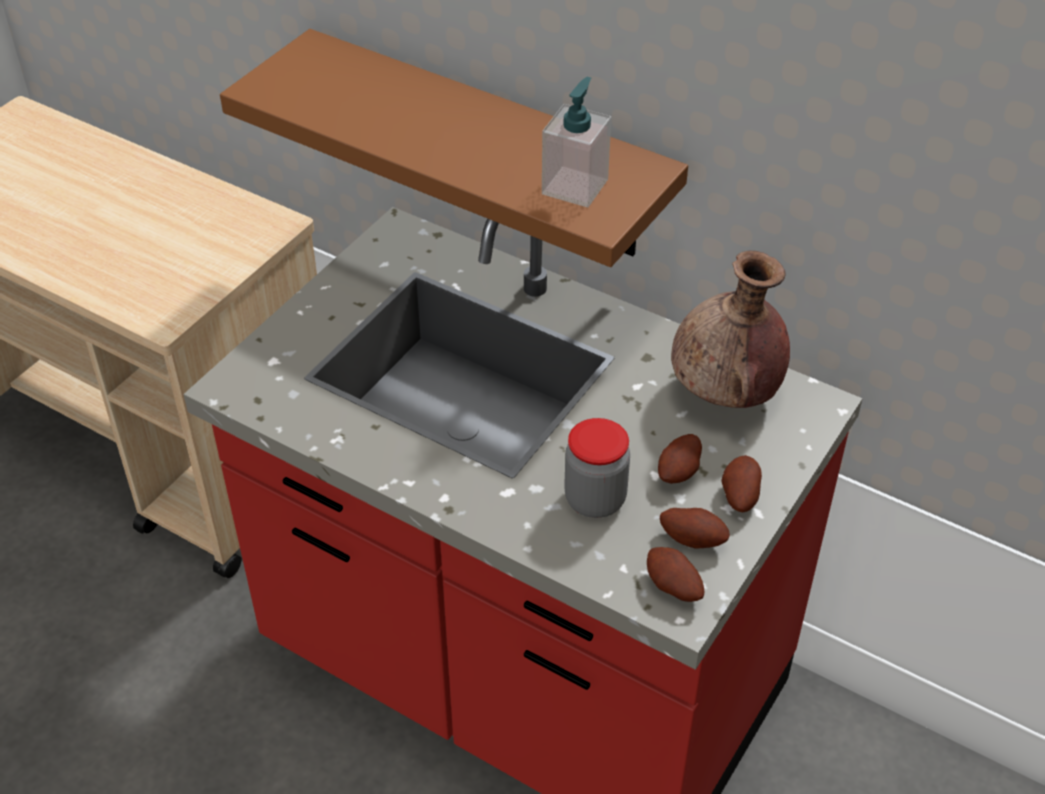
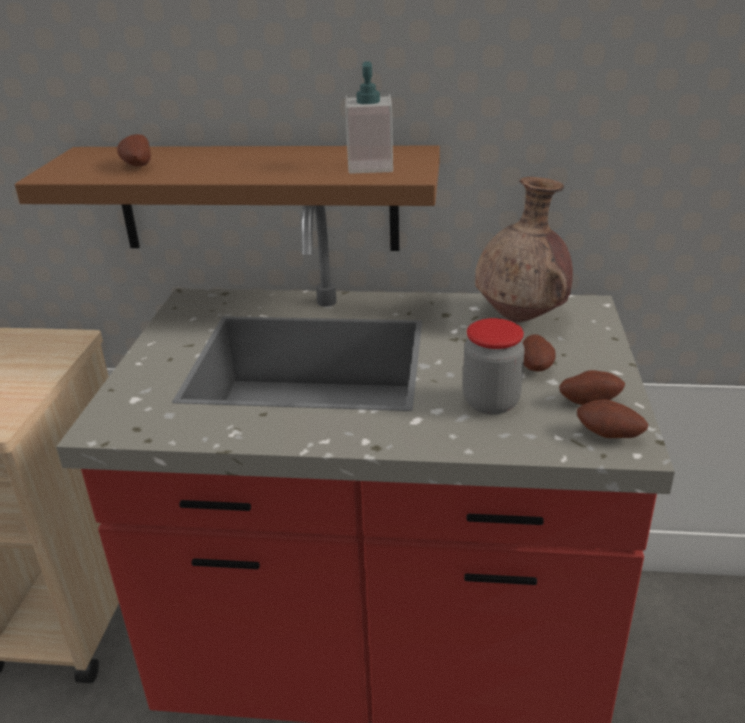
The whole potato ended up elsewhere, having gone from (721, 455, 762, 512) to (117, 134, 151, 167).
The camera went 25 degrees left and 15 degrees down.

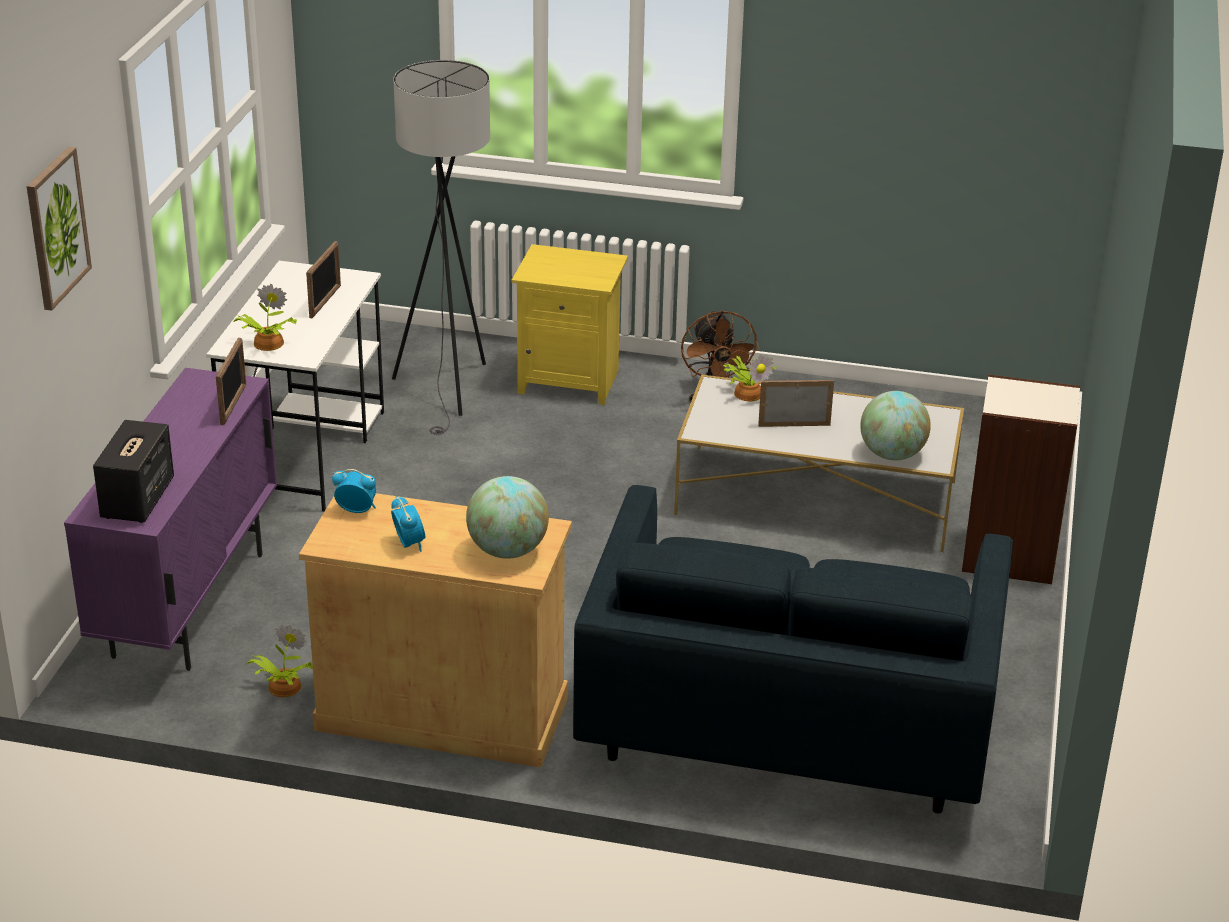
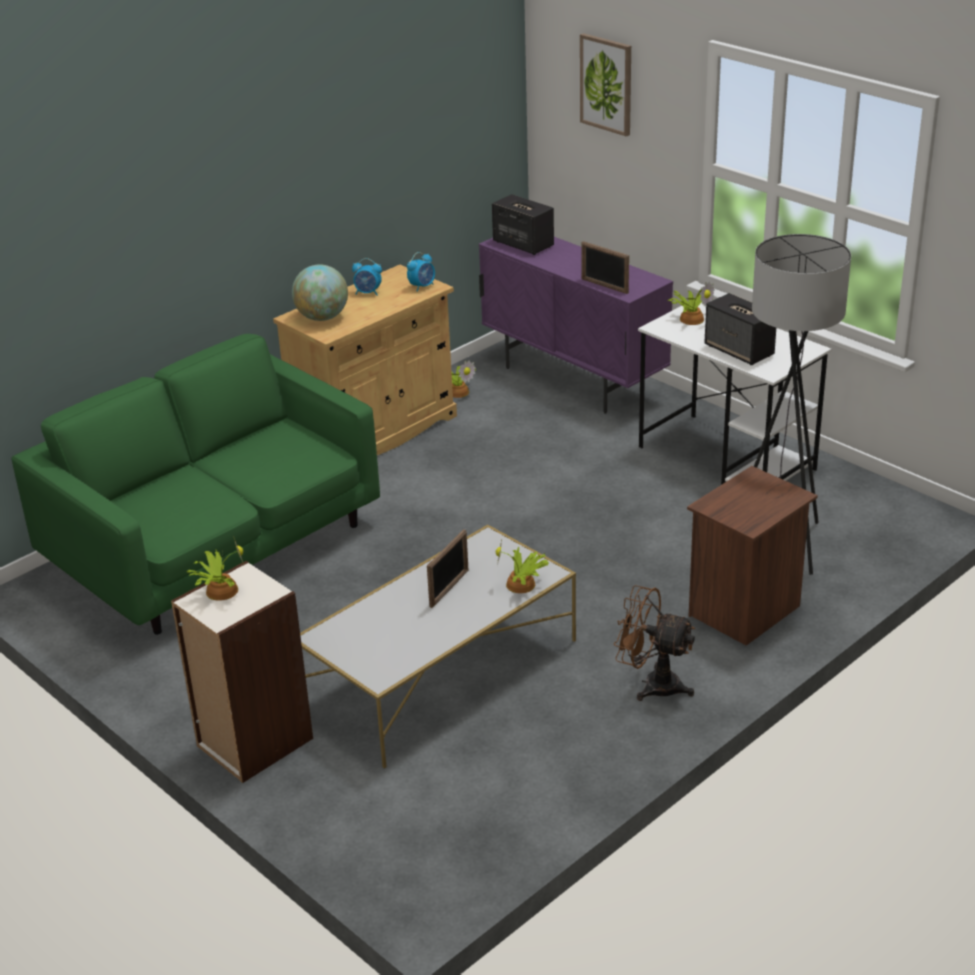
What was the blue settee at (573, 485, 1013, 813) turned into the green-coloured settee at (11, 334, 380, 635).
The second view gained the potted plant at (187, 536, 244, 601).
What was the yellow night table at (512, 244, 628, 405) turned into the brown night table at (687, 466, 818, 646).
Where the standing frame stood at (306, 241, 341, 318), the audio speaker came to stand at (704, 293, 776, 365).
The second view lost the desk globe at (860, 391, 931, 460).
The camera went 125 degrees right and 0 degrees up.

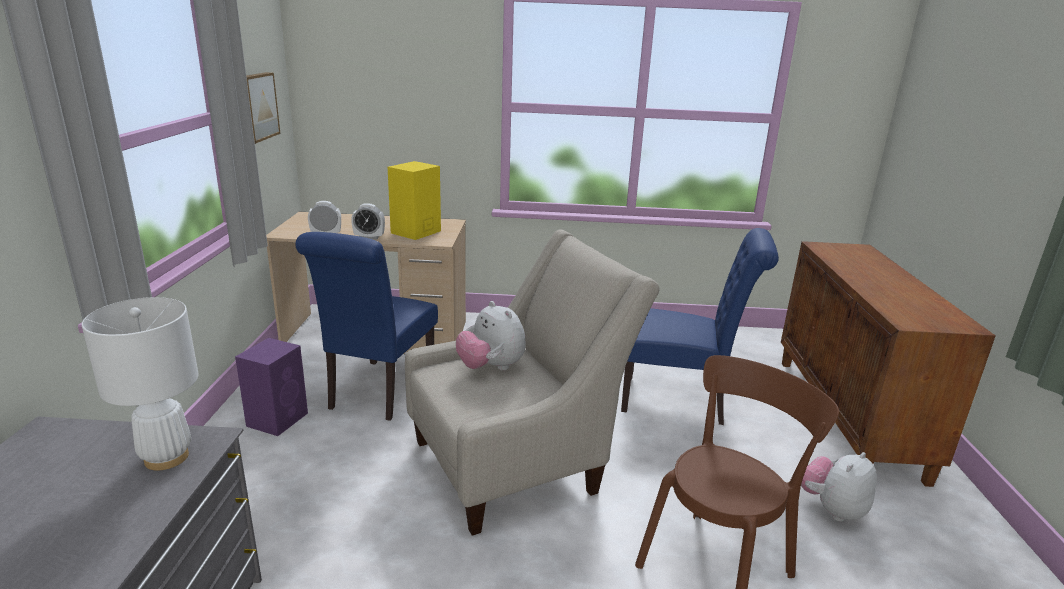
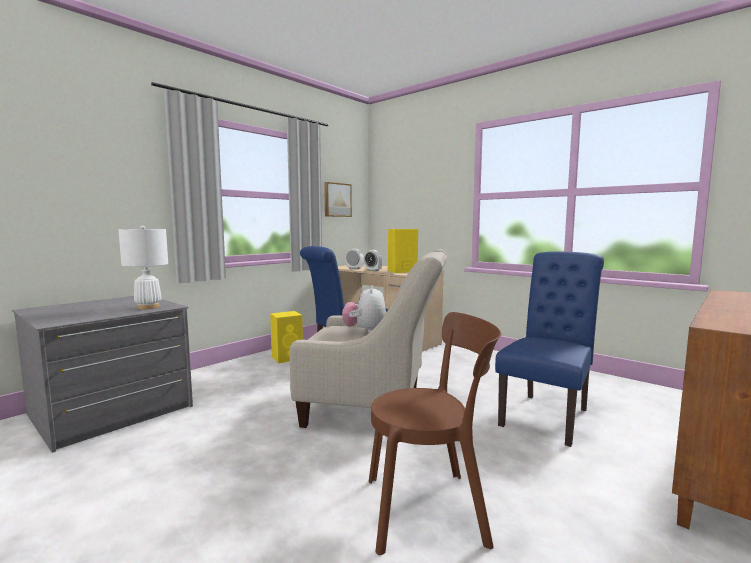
What was the purple-coloured audio speaker at (235, 338, 308, 436) turned into the yellow audio speaker at (270, 311, 303, 364).
The blue chair at (621, 228, 779, 425) ended up facing another way, 105 degrees counterclockwise from before.
The second view lost the cuddly toy at (801, 452, 877, 522).
The camera went 40 degrees right and 15 degrees down.

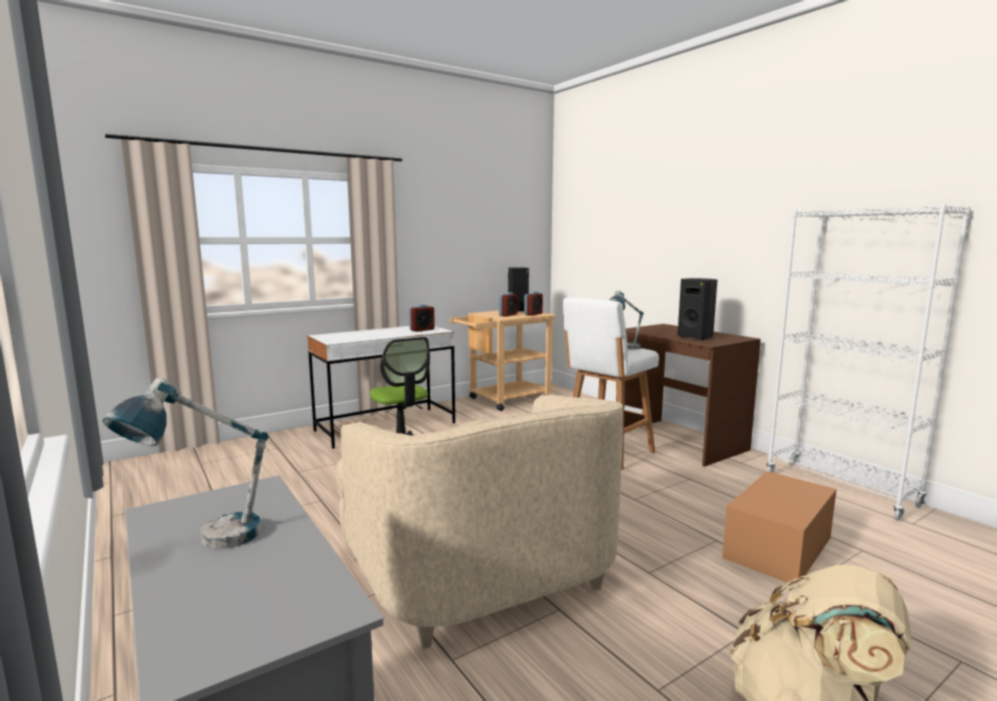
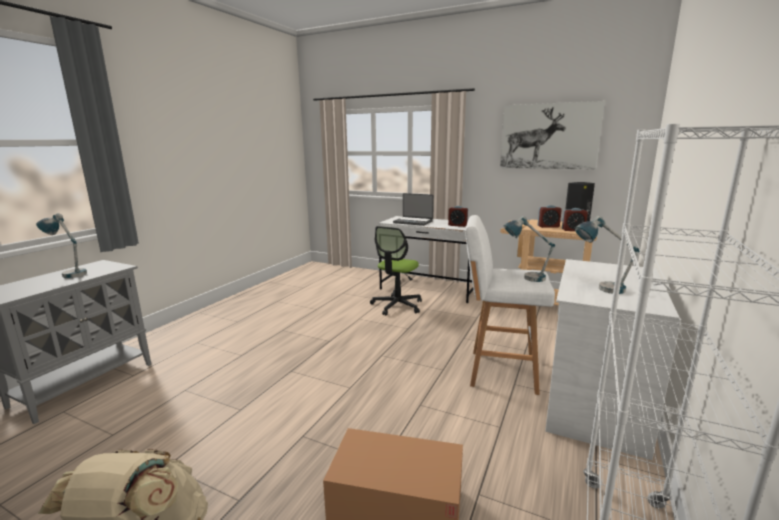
The second view gained the notebook computer at (393, 193, 434, 226).
The second view gained the wall art at (500, 101, 605, 170).
What was the brown desk table at (624, 324, 761, 467) turned into the whitish desk table at (545, 259, 681, 460).
Where the blackish audio speaker stood at (678, 278, 717, 340), the lamp for a table came to stand at (575, 216, 640, 294).
The second view lost the beige lounge chair at (336, 394, 623, 649).
The camera went 60 degrees right and 5 degrees up.

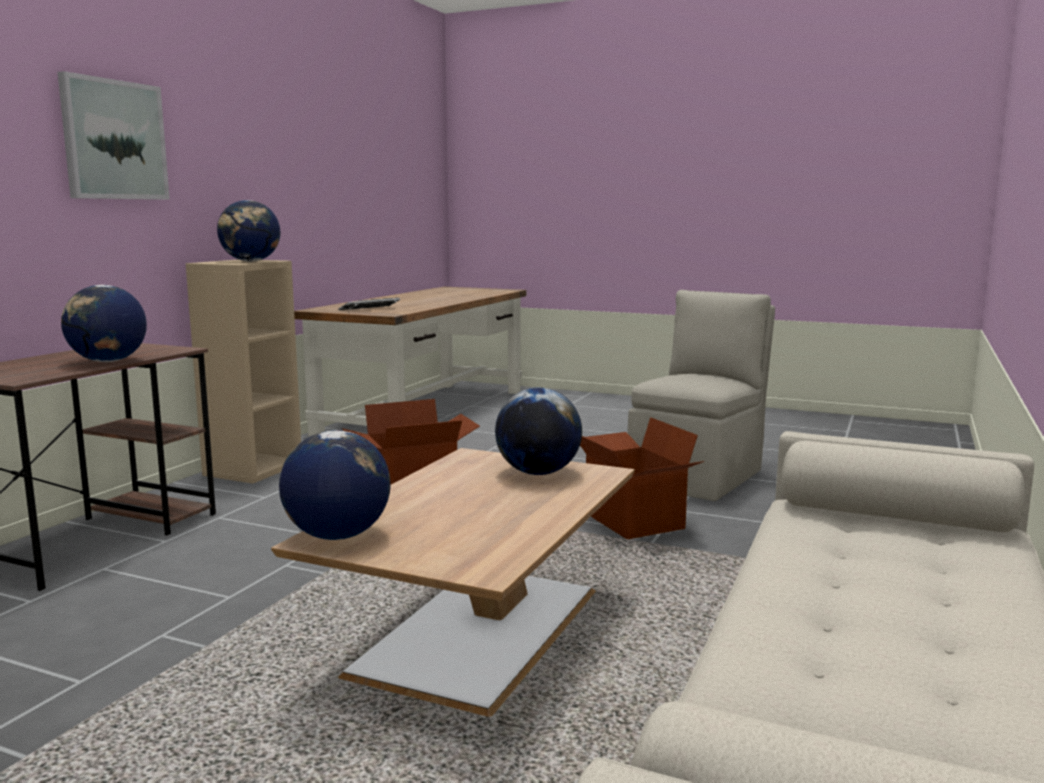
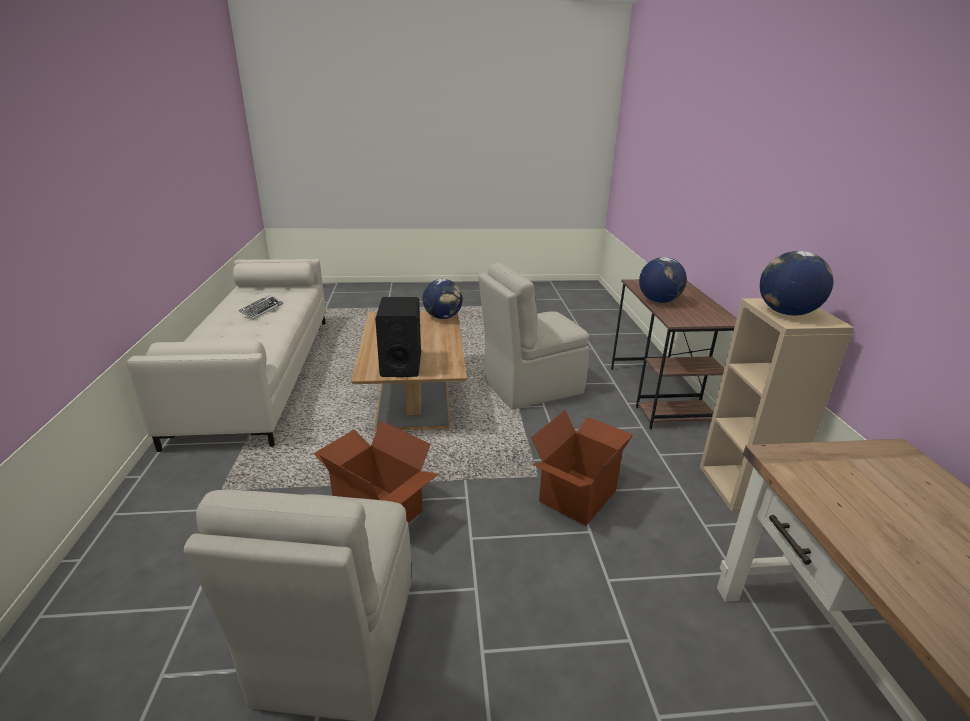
The PC keyboard ended up elsewhere, having gone from (338, 297, 400, 310) to (239, 295, 283, 319).
Where the desk globe stood at (495, 388, 582, 475), the blackish audio speaker came to stand at (375, 297, 421, 377).
The second view gained the beige chair at (478, 263, 590, 409).
The second view lost the wall art at (57, 71, 170, 200).
The camera went 150 degrees right and 15 degrees up.

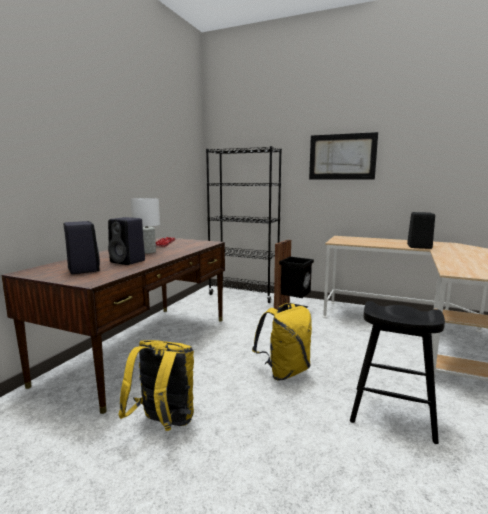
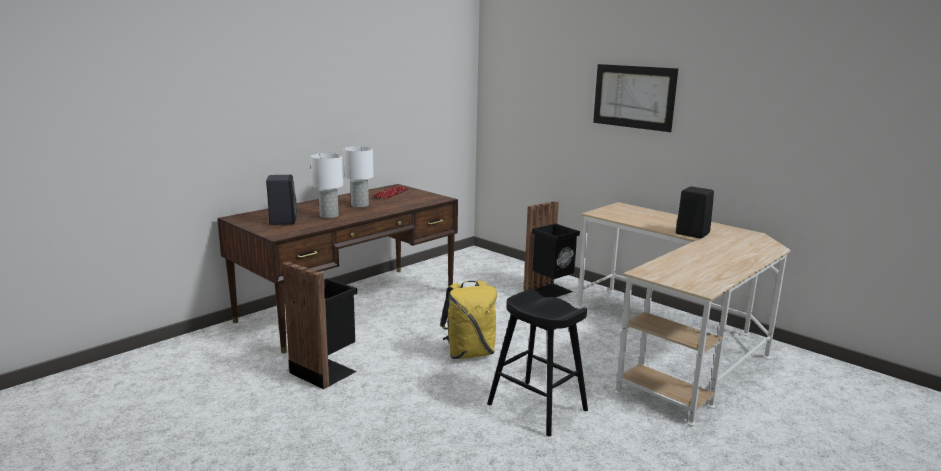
Where the yellow backpack stood at (118, 340, 194, 431), the blackish rubbish bin came to stand at (282, 262, 357, 389).
Where the blackish audio speaker stood at (108, 217, 145, 265), the whitish lamp for a table came to stand at (311, 153, 343, 219).
The second view lost the blackish bookshelf at (206, 146, 282, 303).
The camera went 20 degrees right and 5 degrees up.

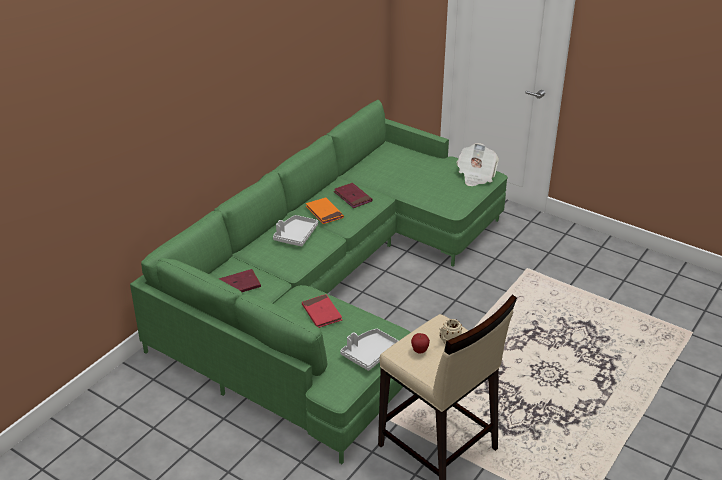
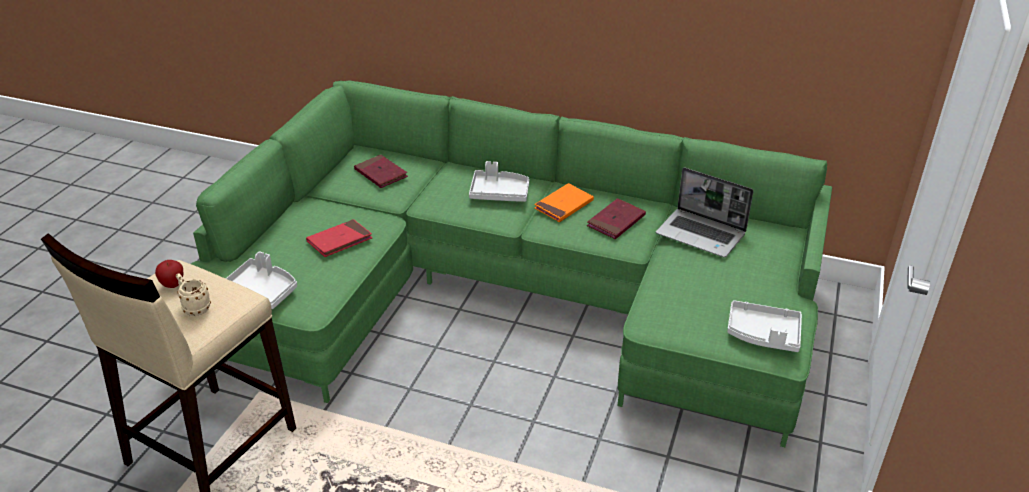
The second view gained the notebook computer at (656, 168, 754, 257).
Where the daily paper stood at (457, 143, 499, 186), the grey serving tray came to stand at (727, 300, 802, 352).
The camera went 75 degrees right and 0 degrees up.

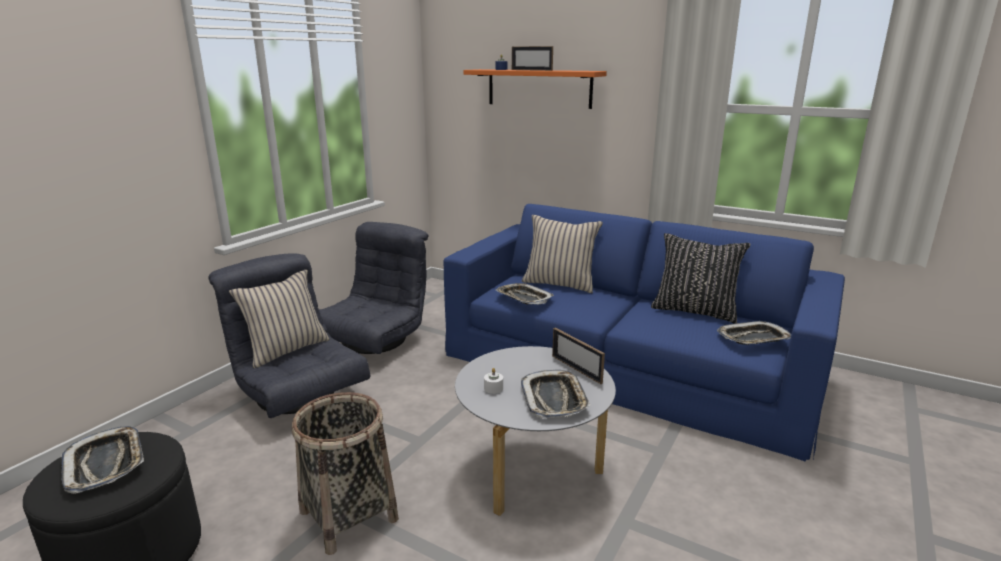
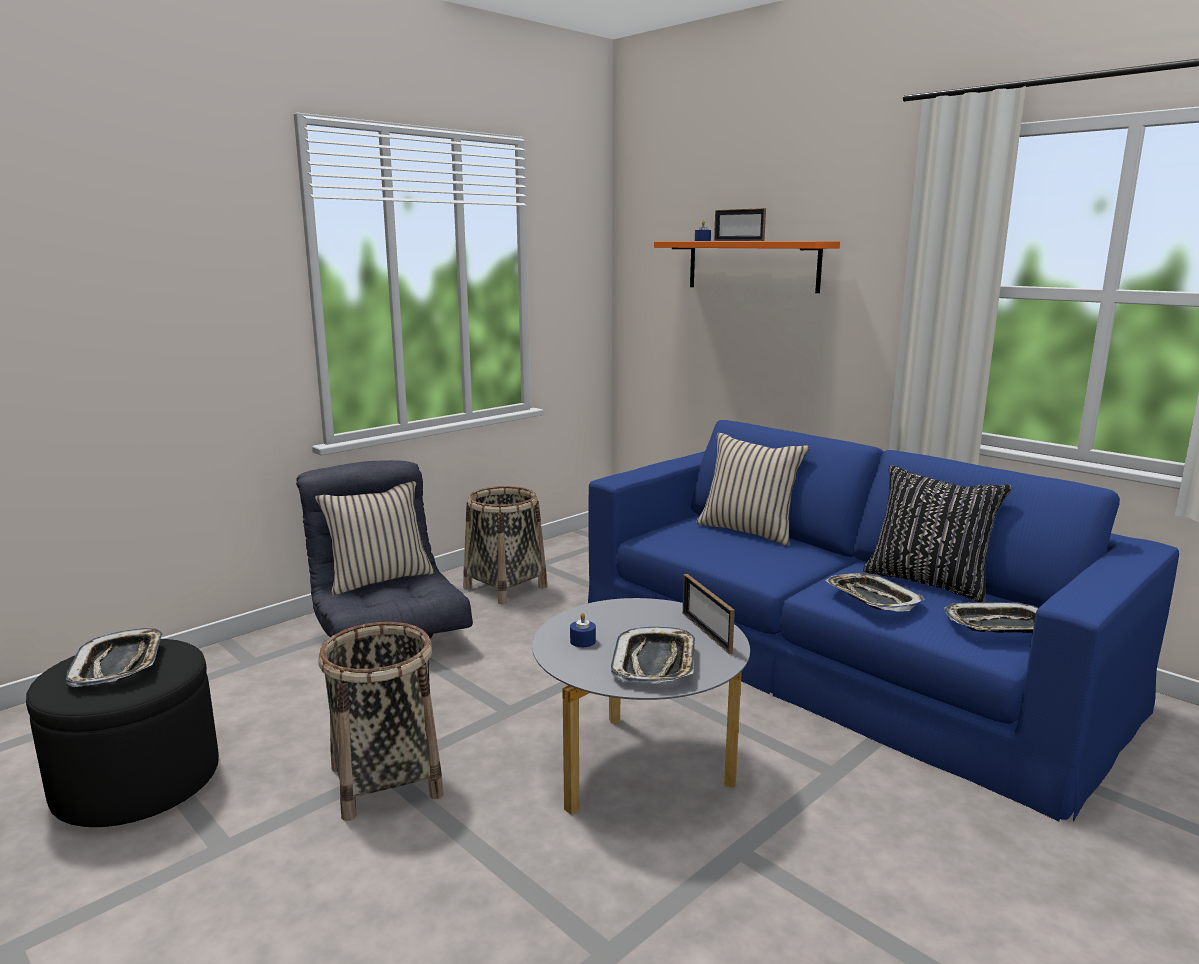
Where the grey lounge chair stood at (319, 222, 429, 354), the storage basket came to stand at (463, 486, 547, 604).
What was the whitish wax candle at (484, 368, 503, 394) turned into the blue wax candle at (570, 613, 596, 647).
The serving tray ended up elsewhere, having gone from (496, 283, 554, 304) to (825, 573, 925, 612).
The camera went 15 degrees right and 5 degrees down.

